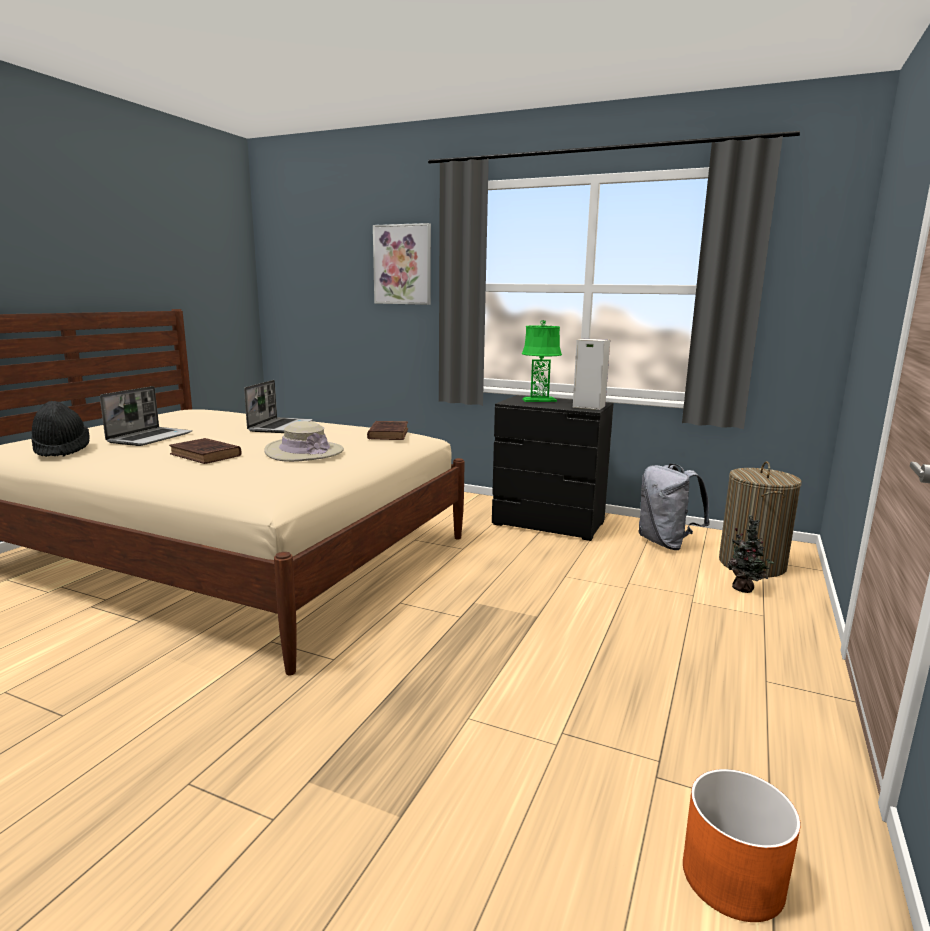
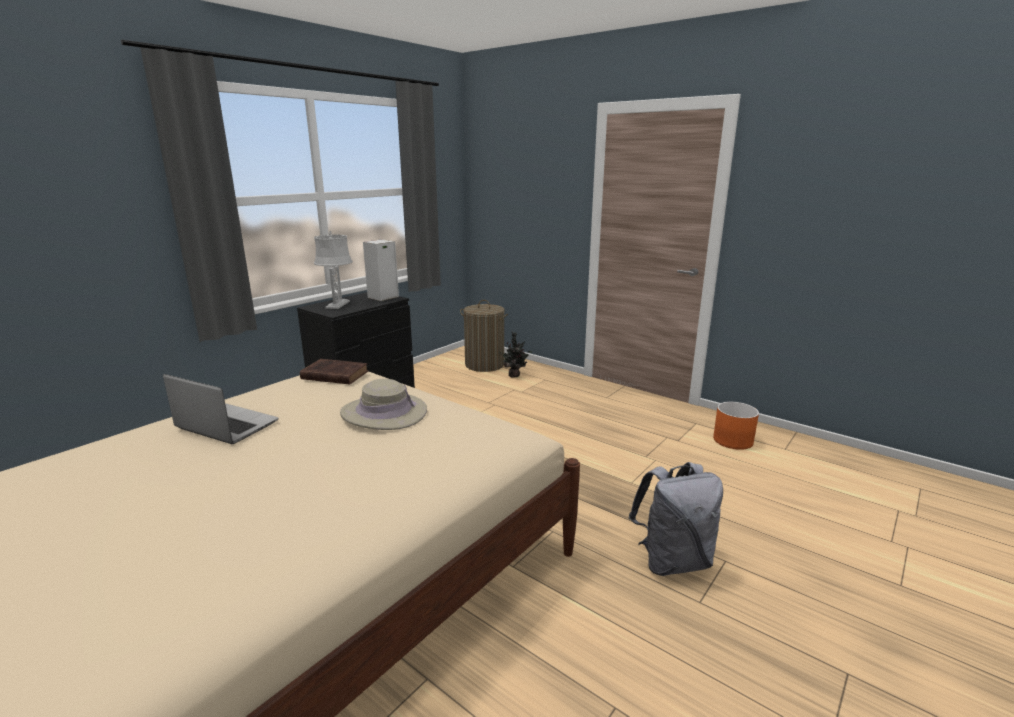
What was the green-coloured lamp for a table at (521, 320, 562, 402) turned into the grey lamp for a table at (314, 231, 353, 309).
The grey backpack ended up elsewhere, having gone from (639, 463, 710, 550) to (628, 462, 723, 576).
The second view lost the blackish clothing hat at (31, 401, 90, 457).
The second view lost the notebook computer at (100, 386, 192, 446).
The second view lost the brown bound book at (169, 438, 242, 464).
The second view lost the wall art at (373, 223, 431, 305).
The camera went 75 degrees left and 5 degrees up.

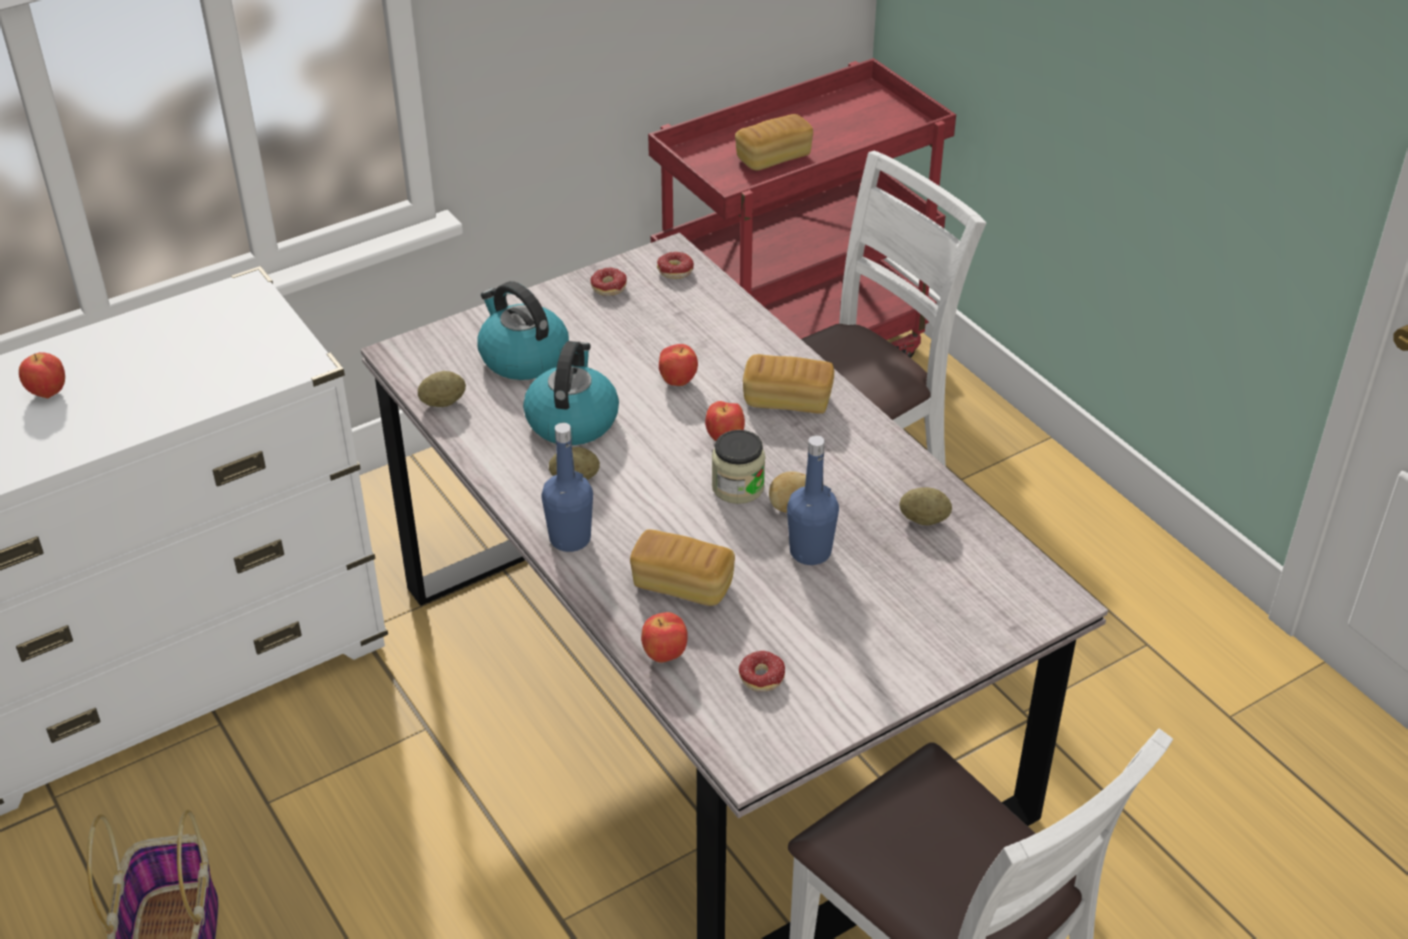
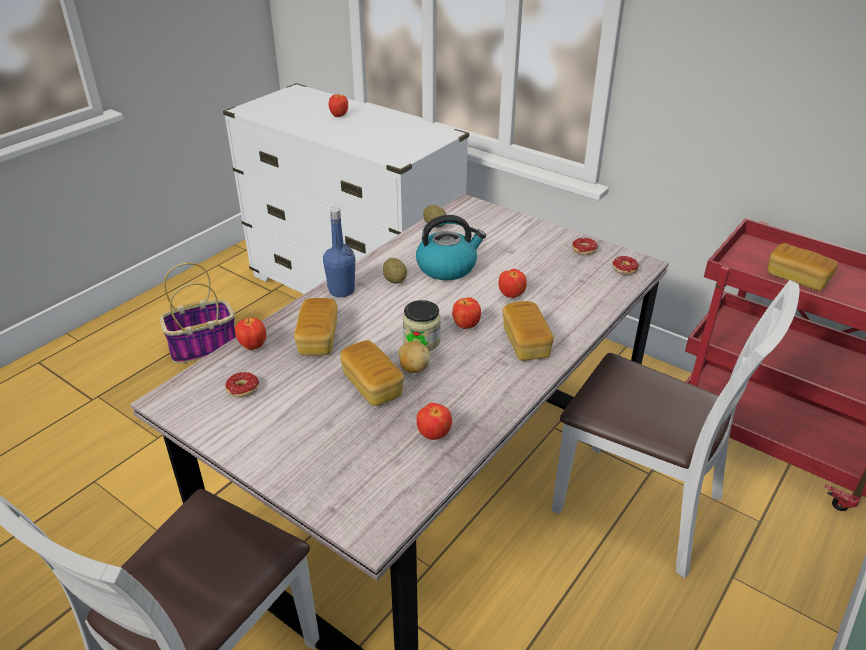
Where the blue drink bottle stood at (787, 435, 839, 565), the bakery bread came to stand at (340, 340, 404, 406).
Where the whole potato stood at (899, 487, 952, 525), the apple fruit came to stand at (417, 403, 452, 440).
The second view lost the kettle at (478, 281, 569, 380).
The camera went 70 degrees right and 5 degrees down.

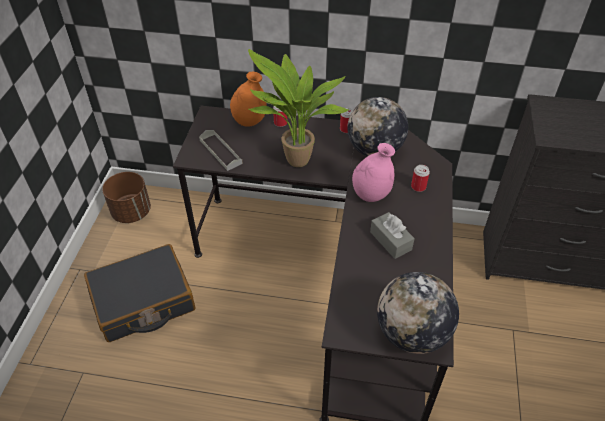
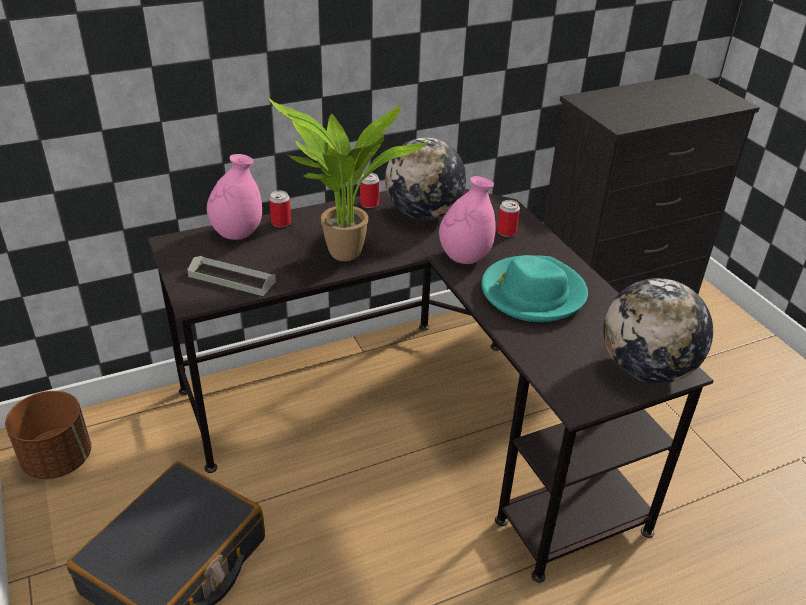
What was the orange decorative vase at (230, 72, 267, 127) turned into the pinkish decorative vase at (207, 154, 262, 240).
Where the grey tissue holder stood at (370, 212, 415, 259), the turquoise-coloured clothing hat came to stand at (481, 255, 588, 322).
The camera went 35 degrees left and 10 degrees down.

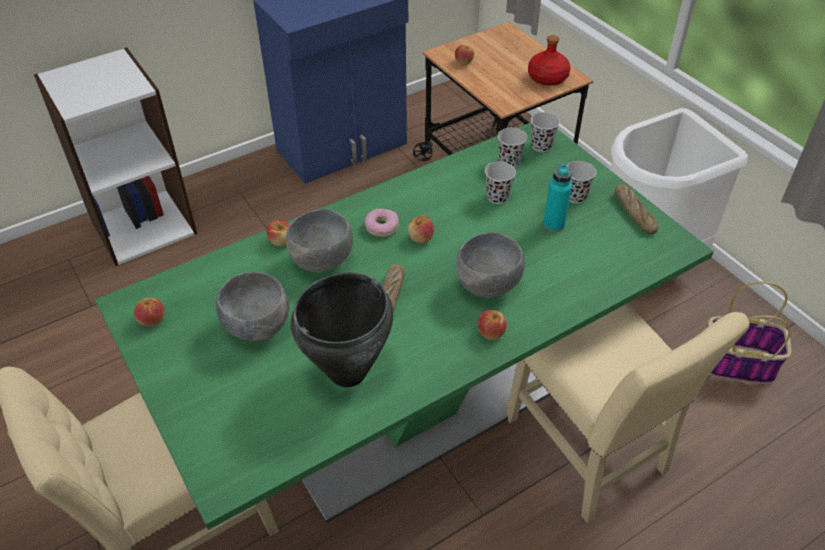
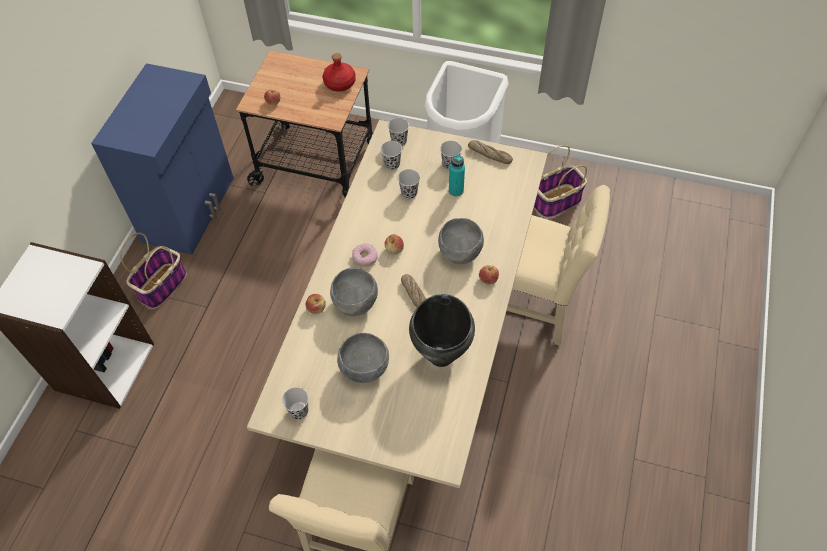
The second view gained the storage basket at (120, 233, 187, 309).
What was the green-coloured dining table at (95, 122, 714, 530) turned into the beige dining table at (247, 120, 548, 488).
Where the apple fruit stood at (134, 298, 165, 326), the blackish small cup came to stand at (282, 387, 308, 420).
The camera went 40 degrees left and 10 degrees up.

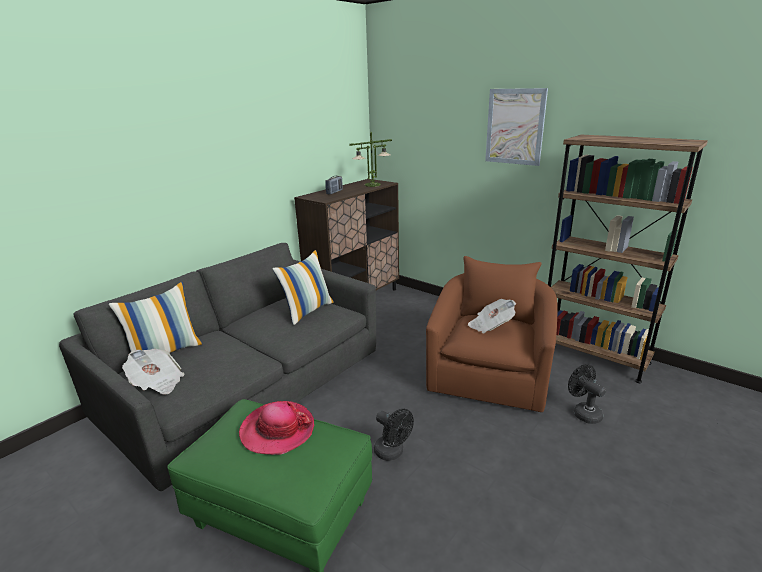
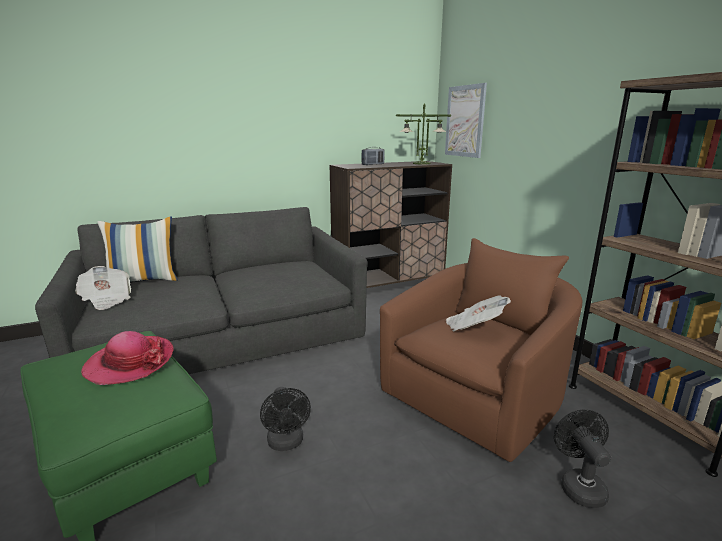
The wall art ended up elsewhere, having gone from (485, 88, 548, 166) to (445, 83, 487, 158).
The second view lost the cushion at (272, 250, 334, 325).
The camera went 25 degrees right and 5 degrees down.

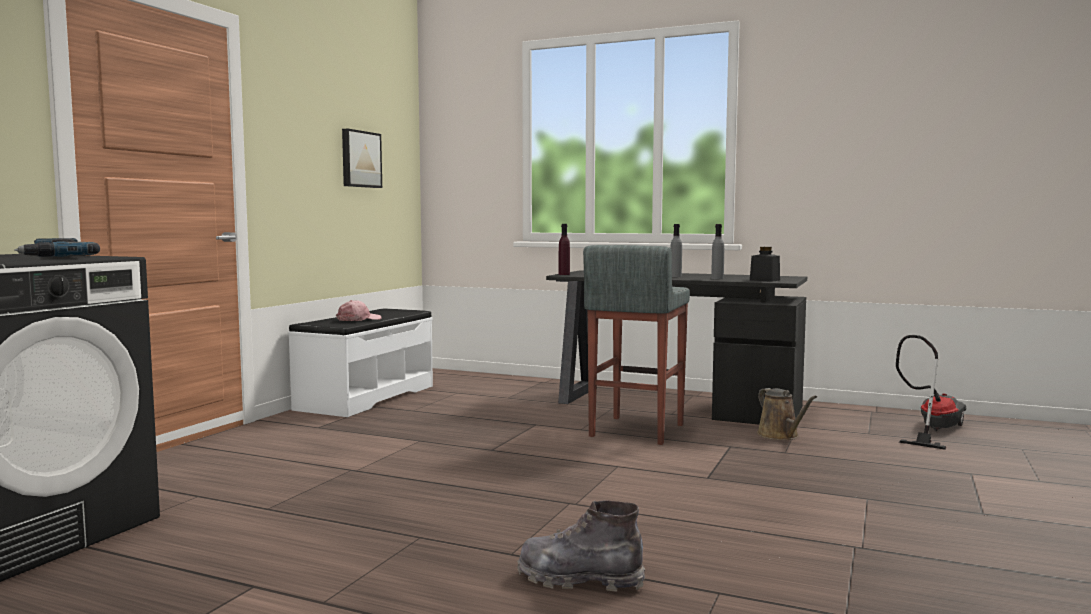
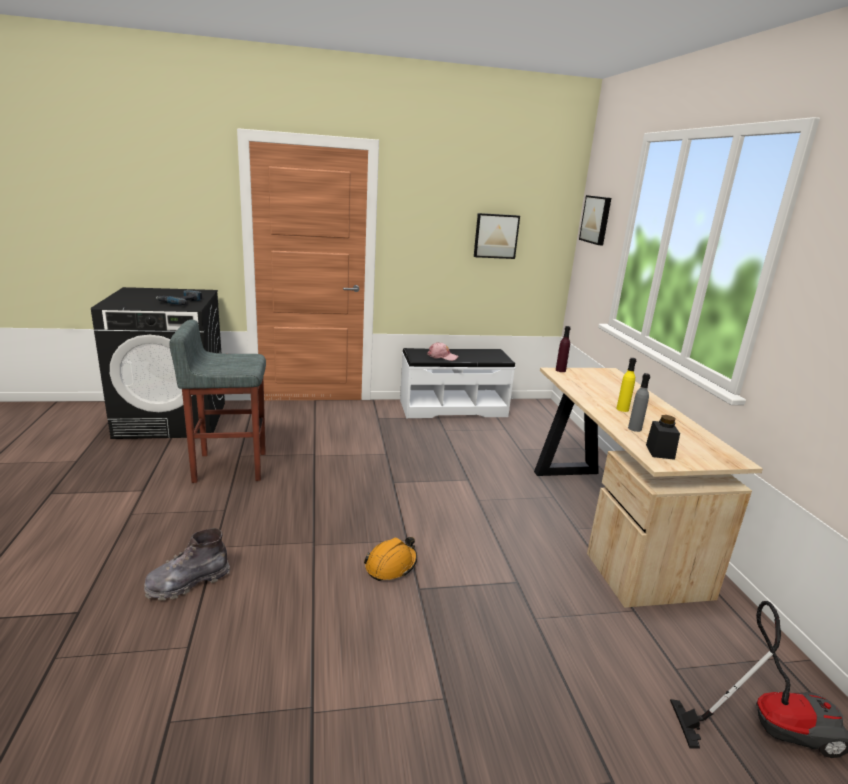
The grey boot at (517, 500, 645, 592) ended up facing another way, 105 degrees counterclockwise from before.
The grey stool seat ended up elsewhere, having gone from (583, 245, 690, 445) to (169, 320, 266, 483).
The second view gained the orange work helmet at (364, 537, 417, 581).
What was the blackish desk table at (546, 270, 807, 424) turned into the beige desk table at (534, 368, 763, 608).
The second view gained the wall art at (579, 195, 611, 245).
What was the grey drink bottle at (670, 224, 682, 277) turned into the yellow drink bottle at (616, 358, 636, 412).
The second view lost the brown watering pot at (757, 388, 817, 440).
The camera went 55 degrees right and 15 degrees up.

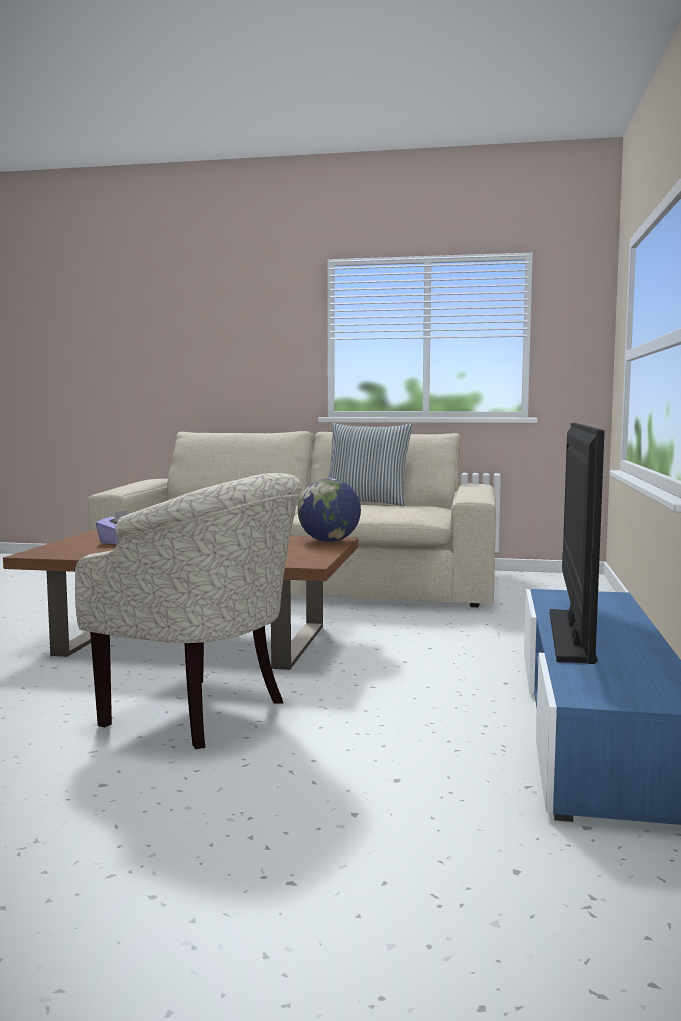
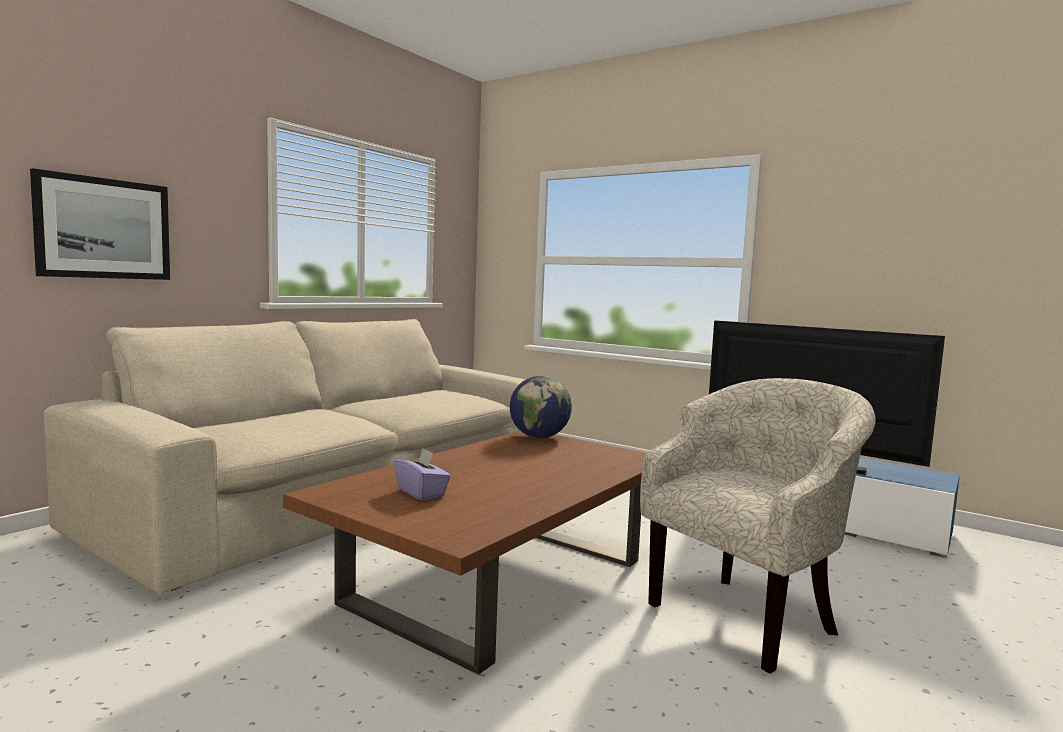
The second view gained the wall art at (30, 168, 170, 280).
The second view lost the cushion at (328, 423, 414, 506).
The camera went 65 degrees left and 0 degrees up.

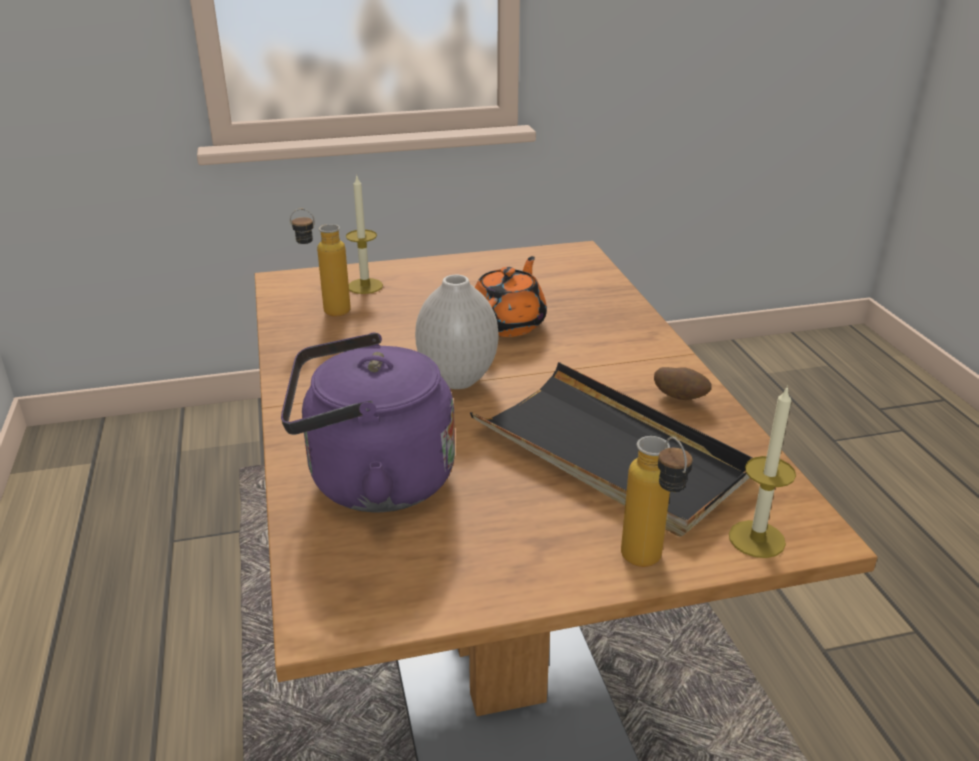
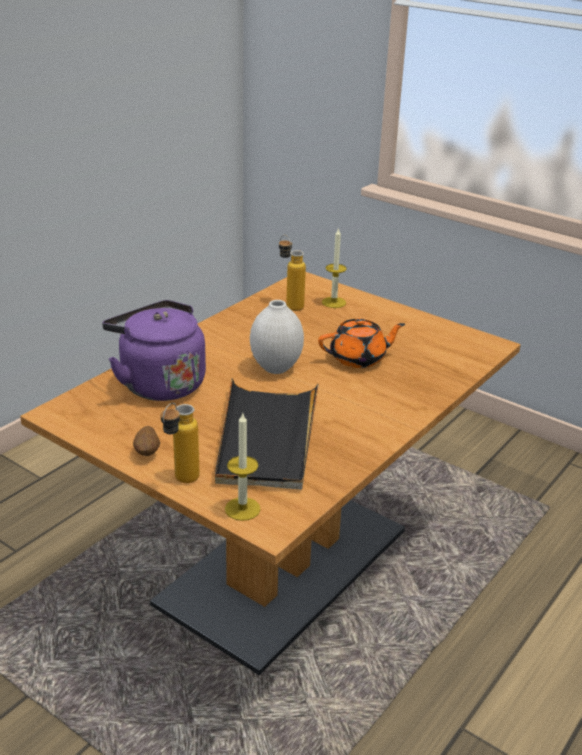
The whole potato ended up elsewhere, having gone from (654, 367, 712, 400) to (133, 426, 160, 456).
The camera went 50 degrees right and 0 degrees up.

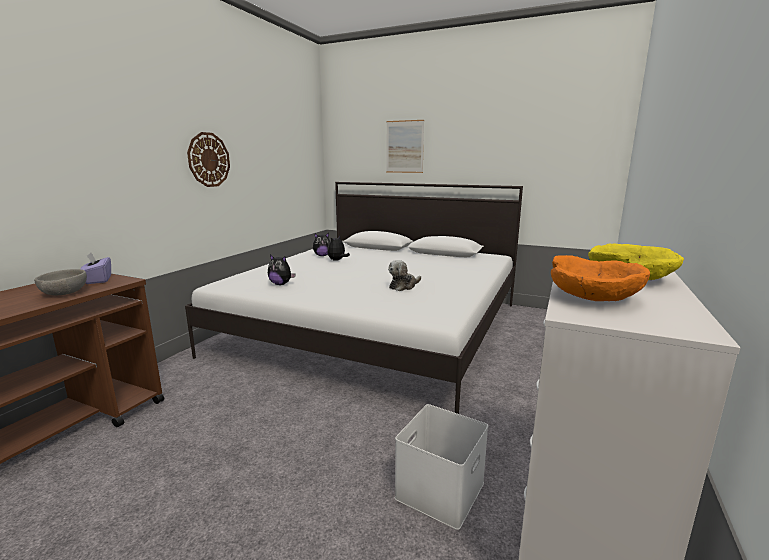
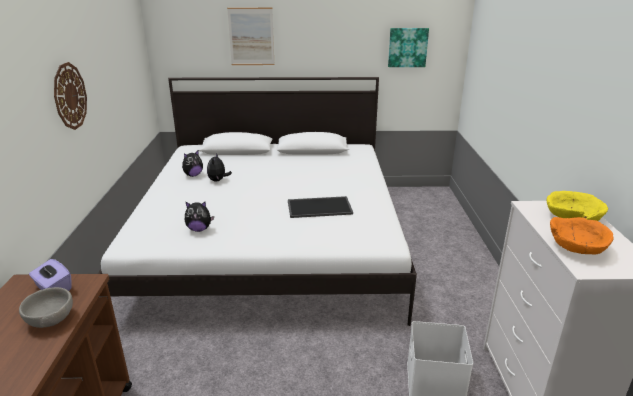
Where the cuddly toy stood at (388, 260, 421, 291), the serving tray came to stand at (288, 196, 353, 218).
The second view gained the wall art at (388, 28, 429, 67).
The camera went 25 degrees left and 10 degrees up.

